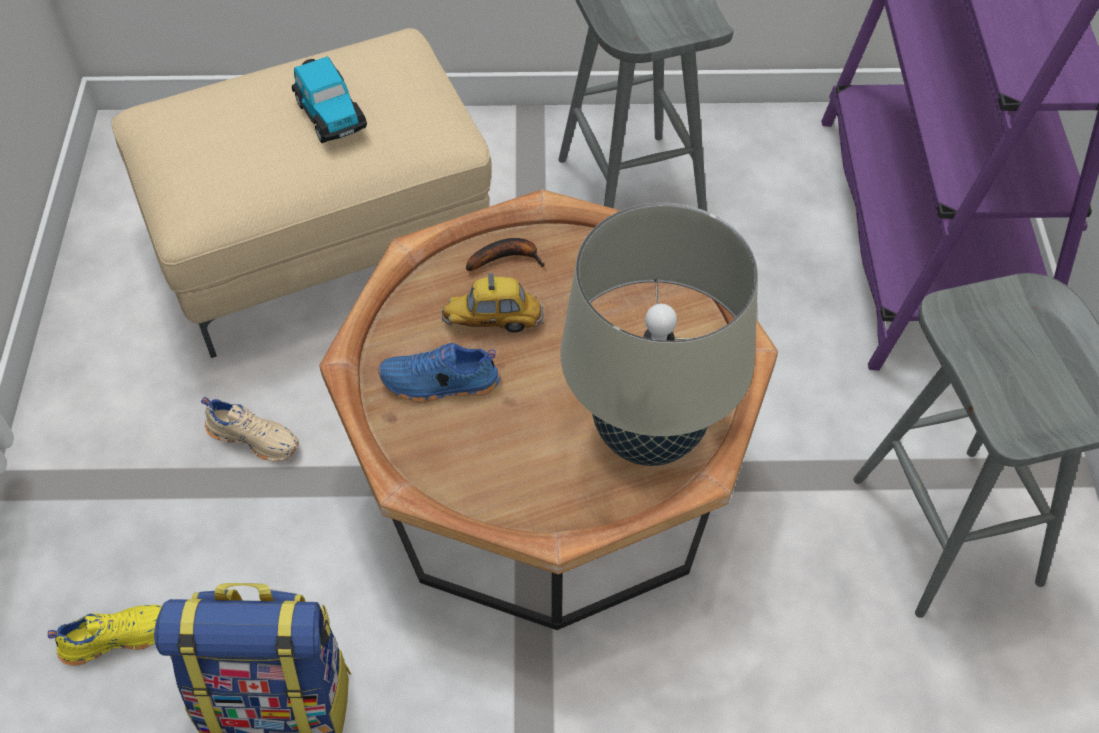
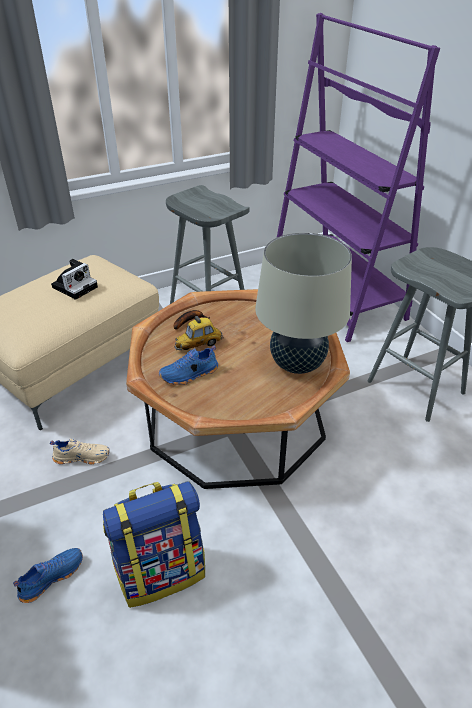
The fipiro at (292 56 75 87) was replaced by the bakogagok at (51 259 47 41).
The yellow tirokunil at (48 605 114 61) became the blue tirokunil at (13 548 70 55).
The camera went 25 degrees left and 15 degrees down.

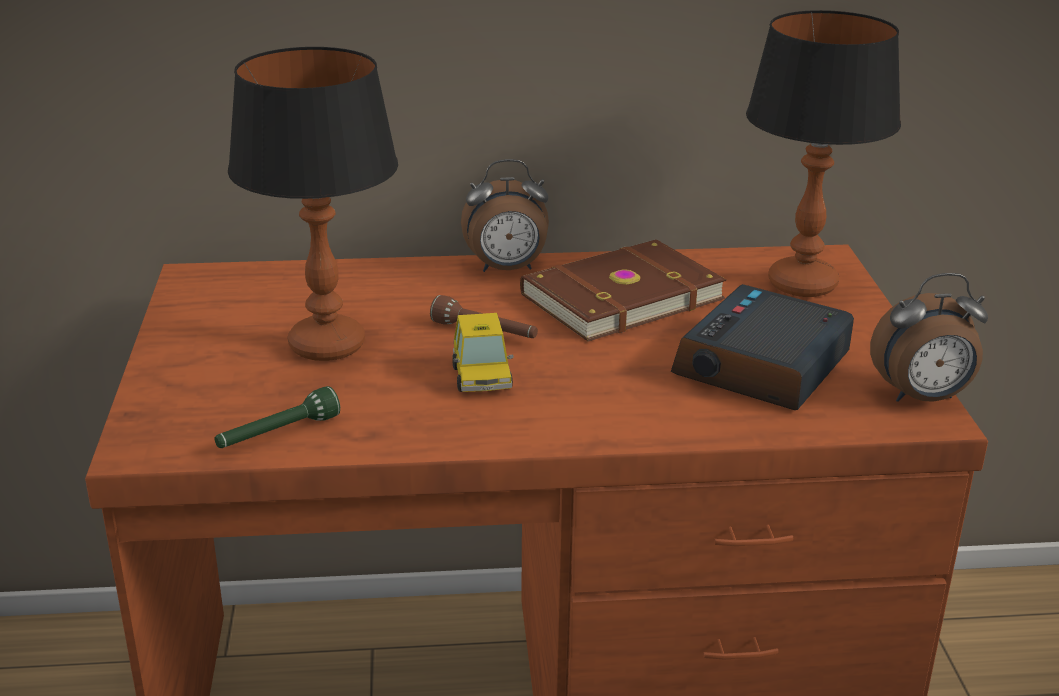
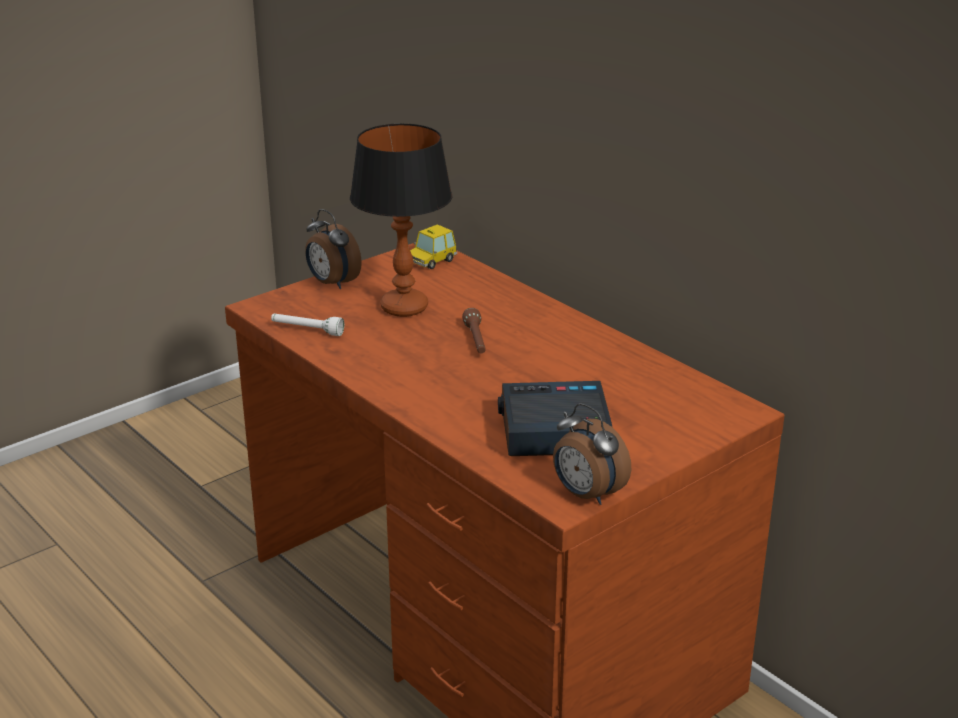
The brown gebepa at (520 239 207 102) disappeared.
The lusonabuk at (746 10 155 287) disappeared.
The fipiro moved from (452 313 62 79) to (410 224 47 45).
The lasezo moved from (461 159 88 113) to (305 209 57 80).
The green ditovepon at (215 386 125 62) became the white ditovepon at (271 313 73 23).
The camera went 55 degrees right and 0 degrees up.

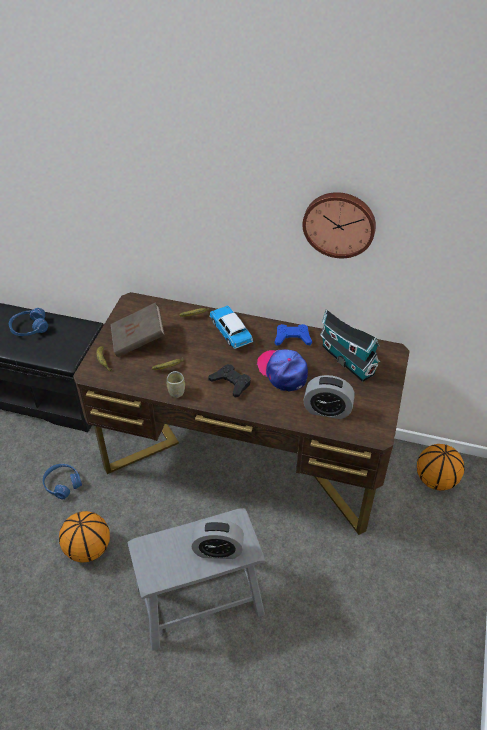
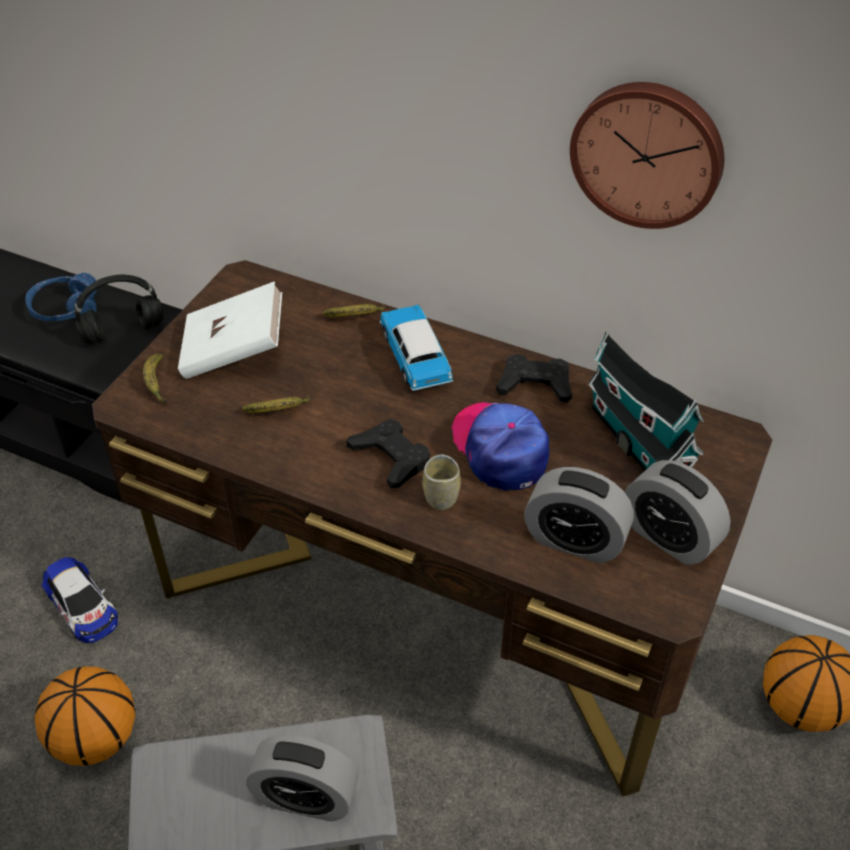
The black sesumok at (74 275 90 69) appeared.
The lasezo at (625 460 106 105) appeared.
The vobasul moved from (167 371 18 27) to (422 454 39 56).
The blue sesumok at (42 464 40 35) was replaced by the fipiro at (41 557 77 86).
The brown gebepa at (111 302 54 55) became the white gebepa at (178 281 104 98).
The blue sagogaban at (275 324 37 22) became the black sagogaban at (496 354 76 49).
The camera went 10 degrees right and 0 degrees up.

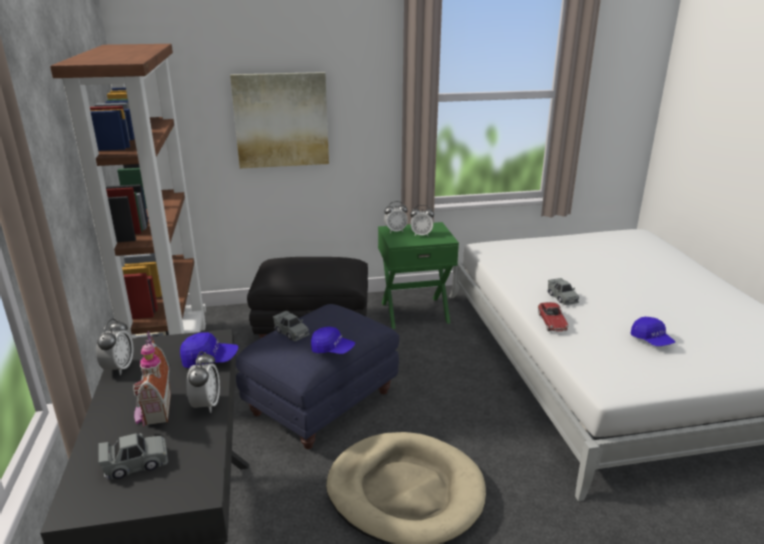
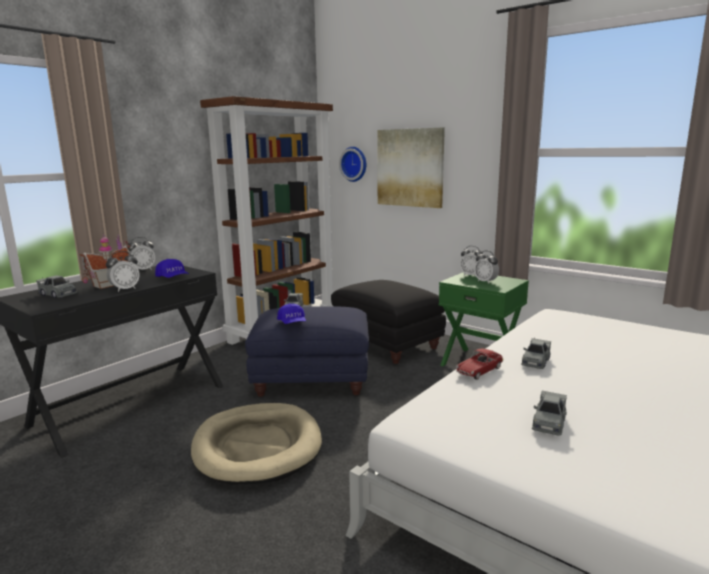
The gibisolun at (339 147 27 35) appeared.
The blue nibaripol at (631 317 44 29) was replaced by the grey fipiro at (532 391 35 45).
The camera went 50 degrees right and 10 degrees down.

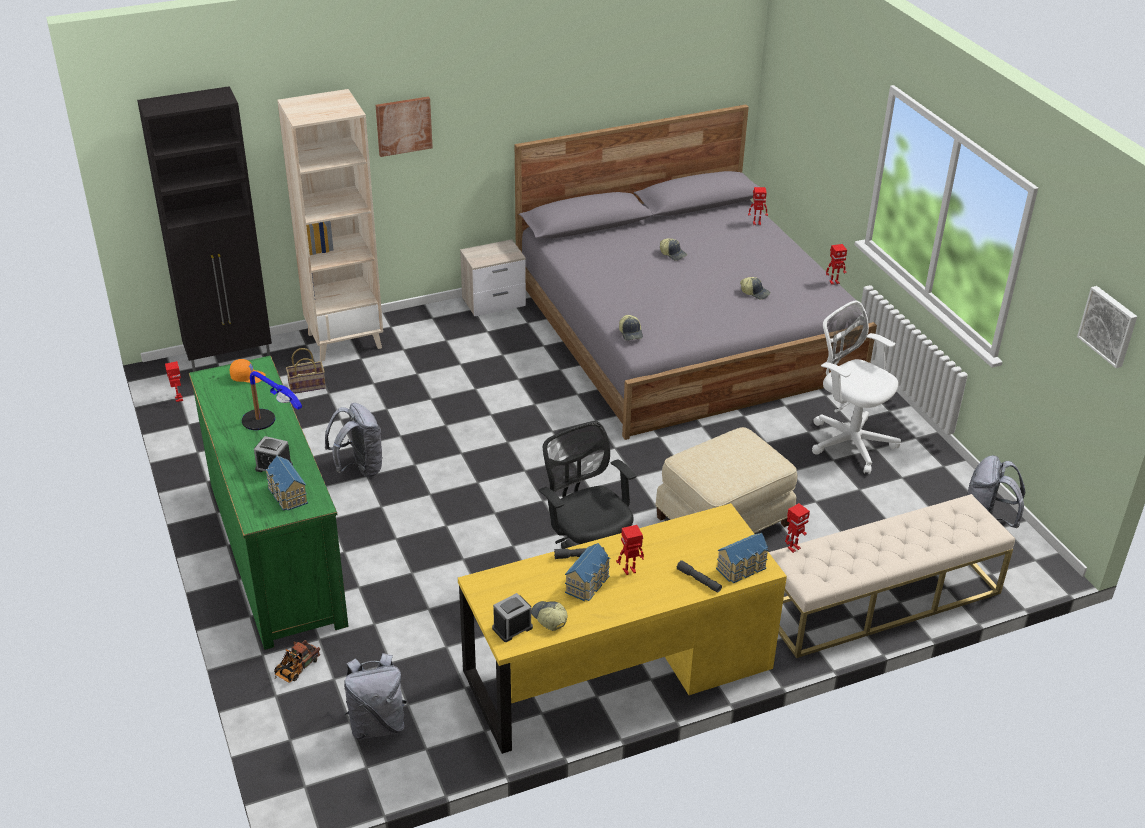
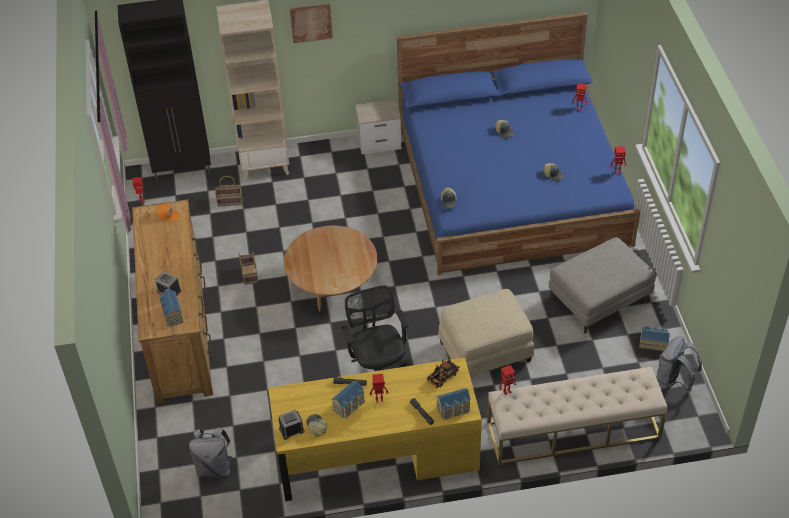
The lusonabuk at (242 371 60 59) disappeared.
The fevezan at (1077 286 60 82) disappeared.
The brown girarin at (284 225 93 87) appeared.
The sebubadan at (639 326 31 26) appeared.
The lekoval moved from (274 640 46 43) to (427 359 32 29).
The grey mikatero at (325 403 58 75) was replaced by the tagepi at (239 251 19 34).
The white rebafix at (812 300 89 174) was replaced by the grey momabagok at (549 237 107 96).
The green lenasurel at (189 356 160 294) became the brown lenasurel at (132 200 81 204).
The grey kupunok at (515 105 362 335) became the blue kupunok at (397 12 243 263).
The camera went 15 degrees right and 10 degrees up.

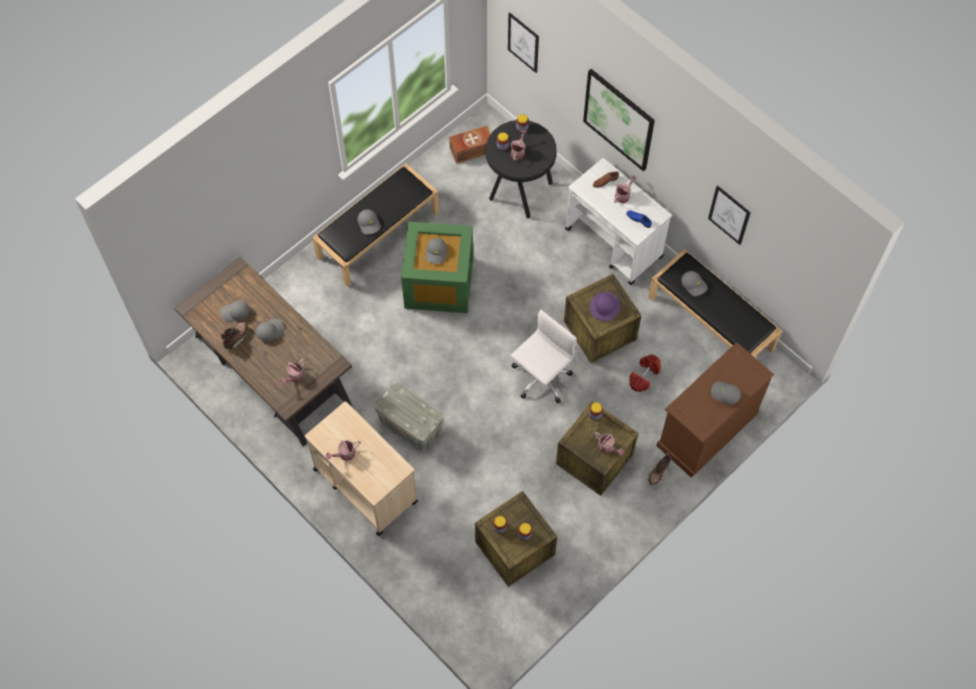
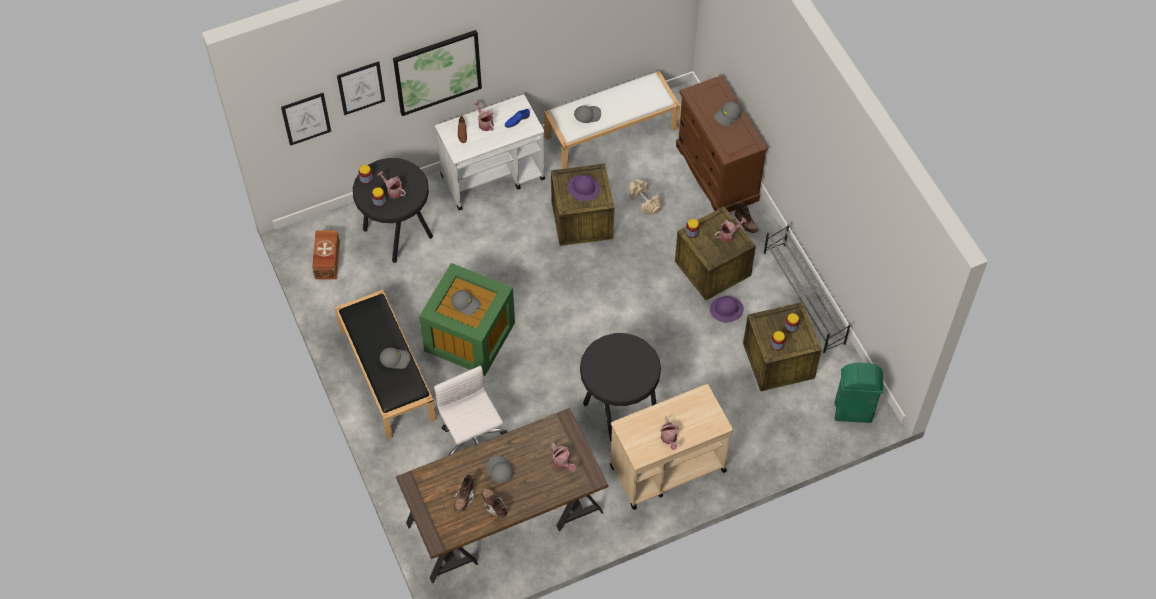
The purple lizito at (710 296 34 26) appeared.
The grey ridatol at (763 224 88 129) appeared.
The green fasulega at (835 362 49 61) appeared.
The white rebafix moved from (510 309 67 94) to (434 366 73 89).
The fevezan moved from (708 185 43 60) to (337 61 48 54).
The grey nibaripol at (220 301 29 22) was replaced by the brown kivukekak at (453 472 21 41).
The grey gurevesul at (374 383 70 68) was replaced by the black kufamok at (580 333 81 108).
The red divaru at (629 354 32 38) became the beige divaru at (628 180 33 35).
The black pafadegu at (648 249 134 108) became the white pafadegu at (544 71 136 98).
The camera went 70 degrees left and 5 degrees down.

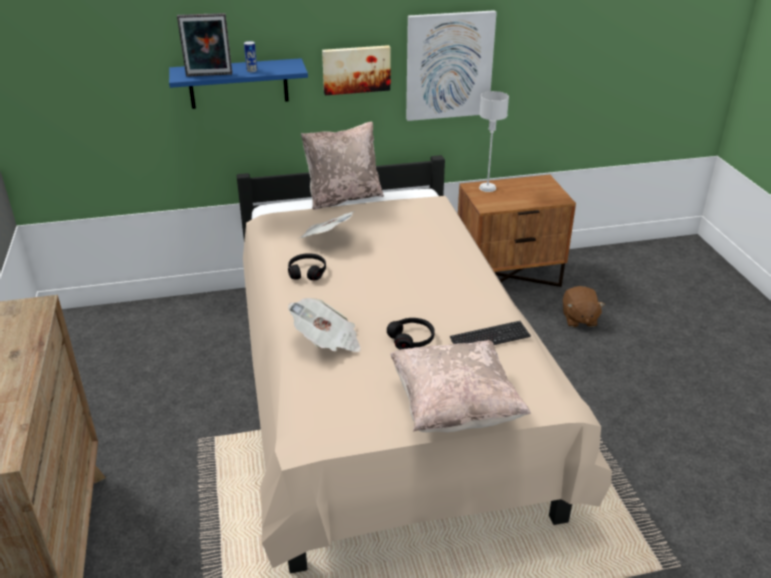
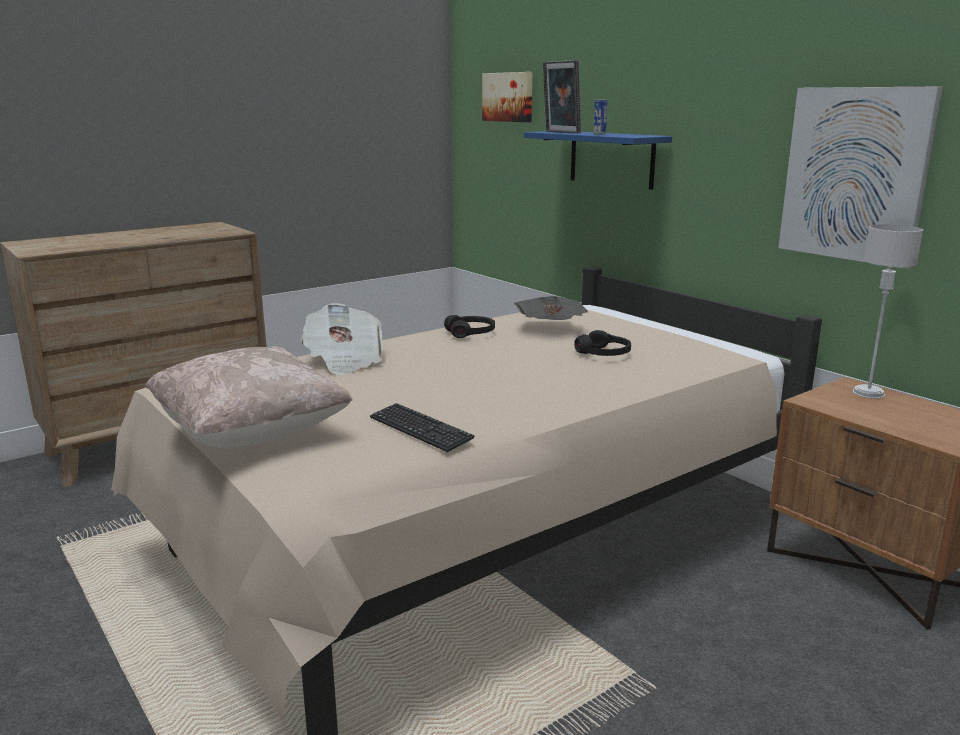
The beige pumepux at (301 122 83 87) disappeared.
The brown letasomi at (563 286 42 41) disappeared.
The fevezan moved from (322 45 69 50) to (482 72 50 50).
The black sesumok moved from (387 318 48 32) to (574 330 57 26).
The camera went 65 degrees right and 15 degrees down.

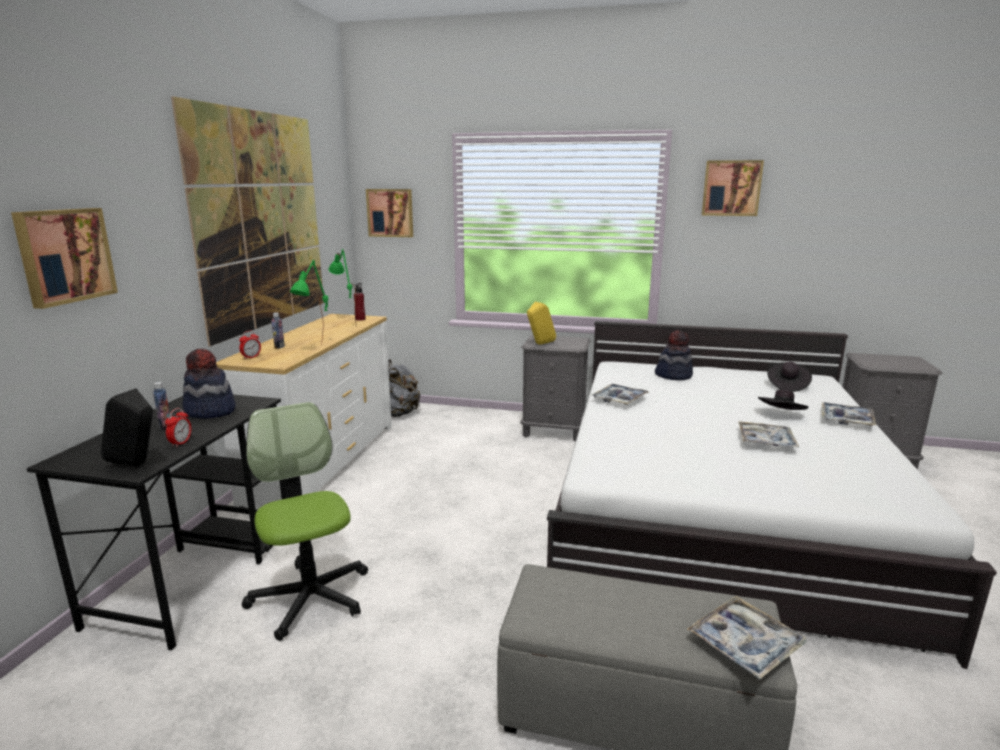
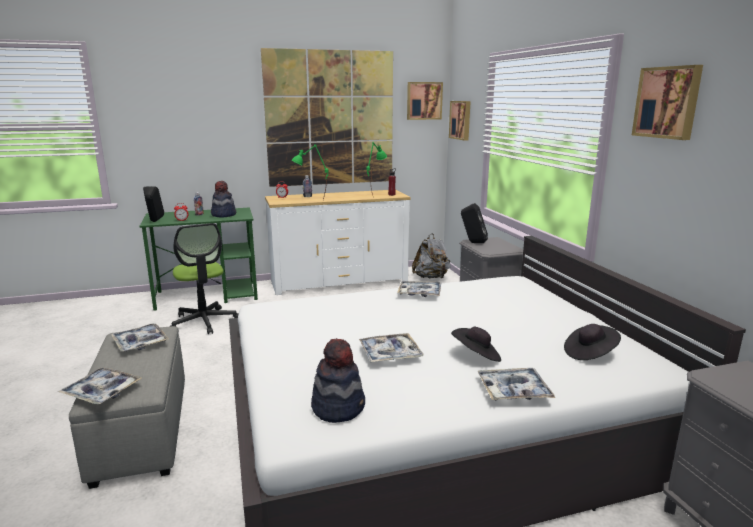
The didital at (111 323 58 29) appeared.
The fevezan moved from (11 208 107 101) to (407 82 36 38).
The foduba moved from (655 330 38 50) to (311 338 54 85).
The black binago at (27 395 260 255) became the green binago at (140 207 118 104).
The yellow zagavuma at (527 302 29 43) became the black zagavuma at (461 203 27 40).
The rebafix at (242 402 126 239) turned 120 degrees clockwise.
The camera went 60 degrees right and 0 degrees up.

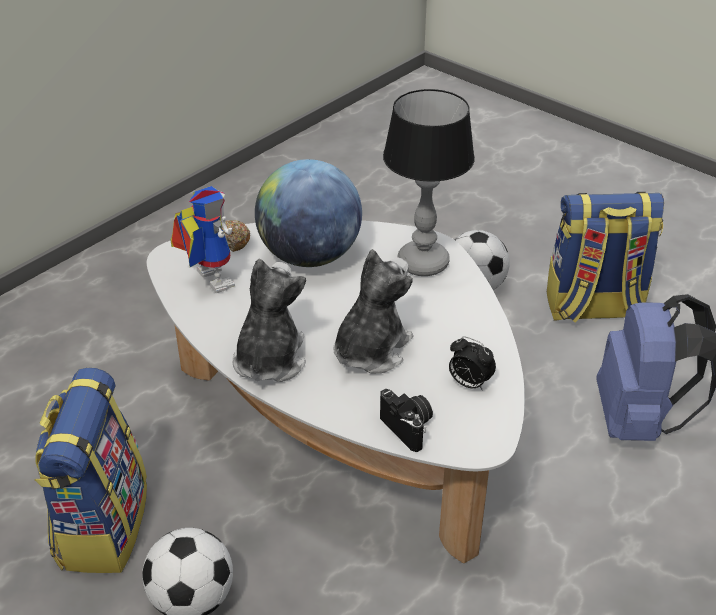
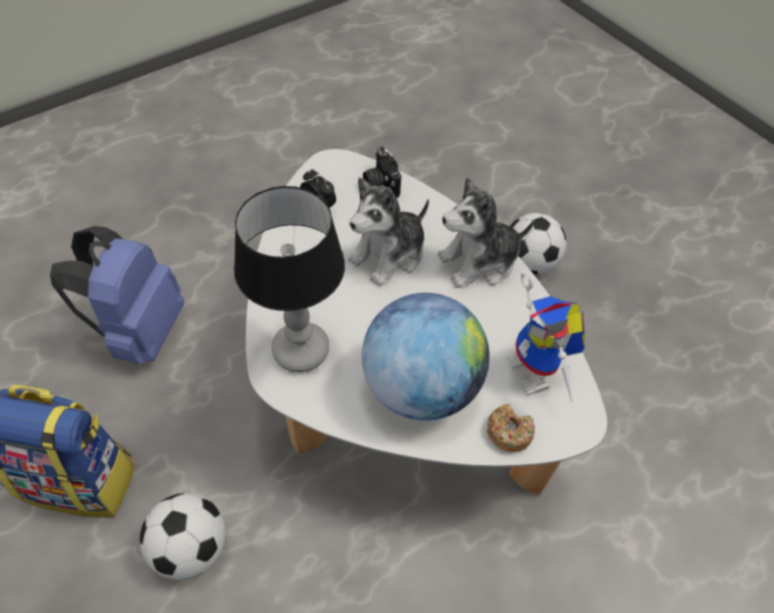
The mikatero at (34 368 113 205) disappeared.
The letasomi at (232 259 74 123) turned 45 degrees clockwise.
The camera went 170 degrees left and 15 degrees up.

